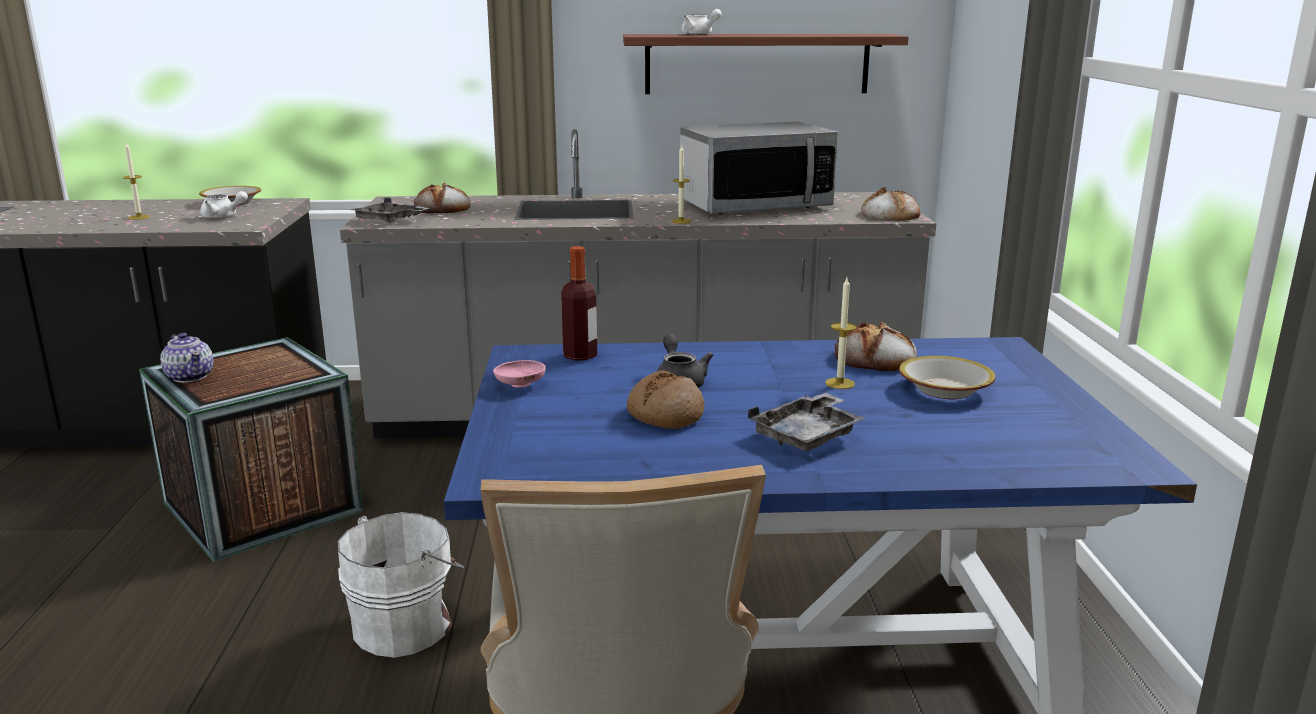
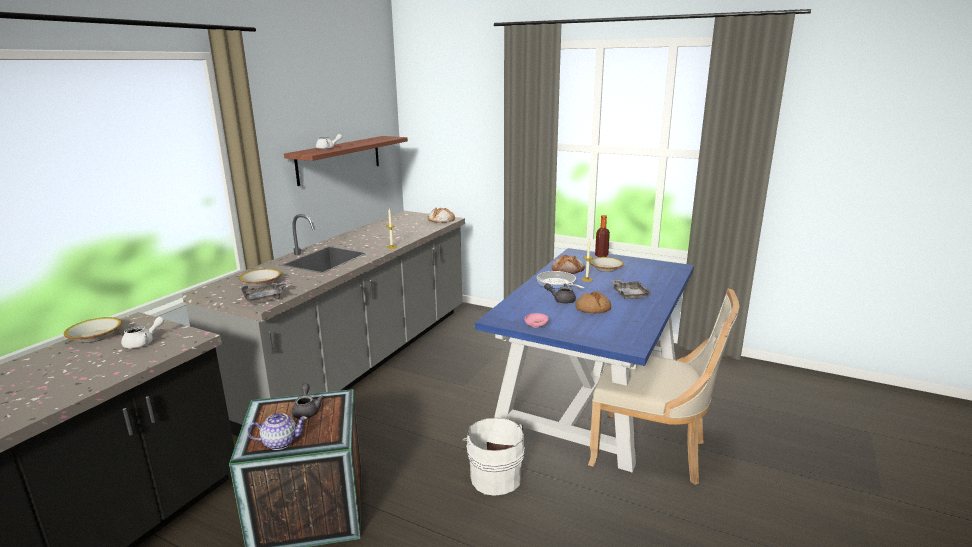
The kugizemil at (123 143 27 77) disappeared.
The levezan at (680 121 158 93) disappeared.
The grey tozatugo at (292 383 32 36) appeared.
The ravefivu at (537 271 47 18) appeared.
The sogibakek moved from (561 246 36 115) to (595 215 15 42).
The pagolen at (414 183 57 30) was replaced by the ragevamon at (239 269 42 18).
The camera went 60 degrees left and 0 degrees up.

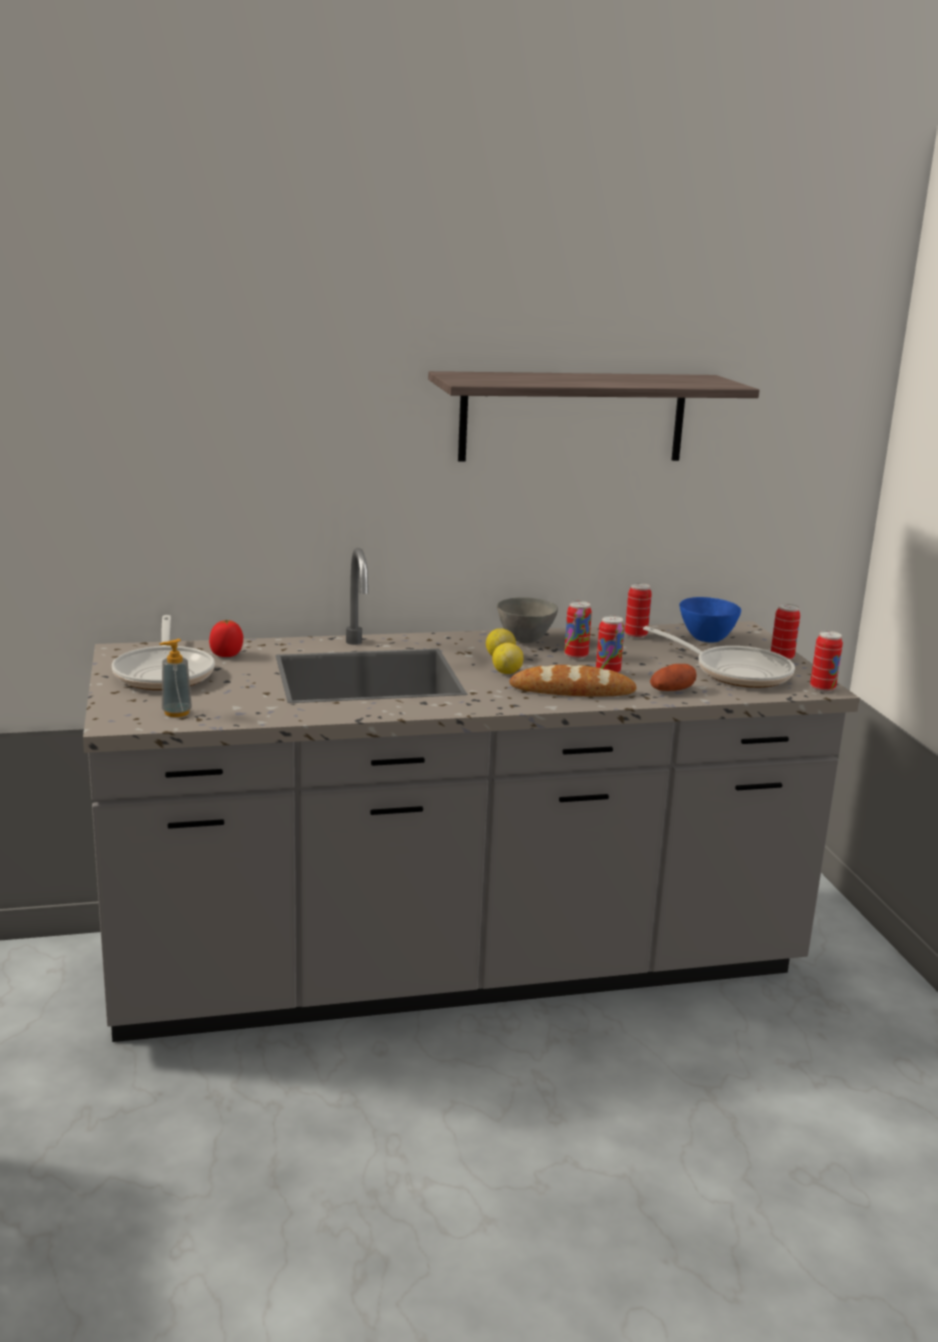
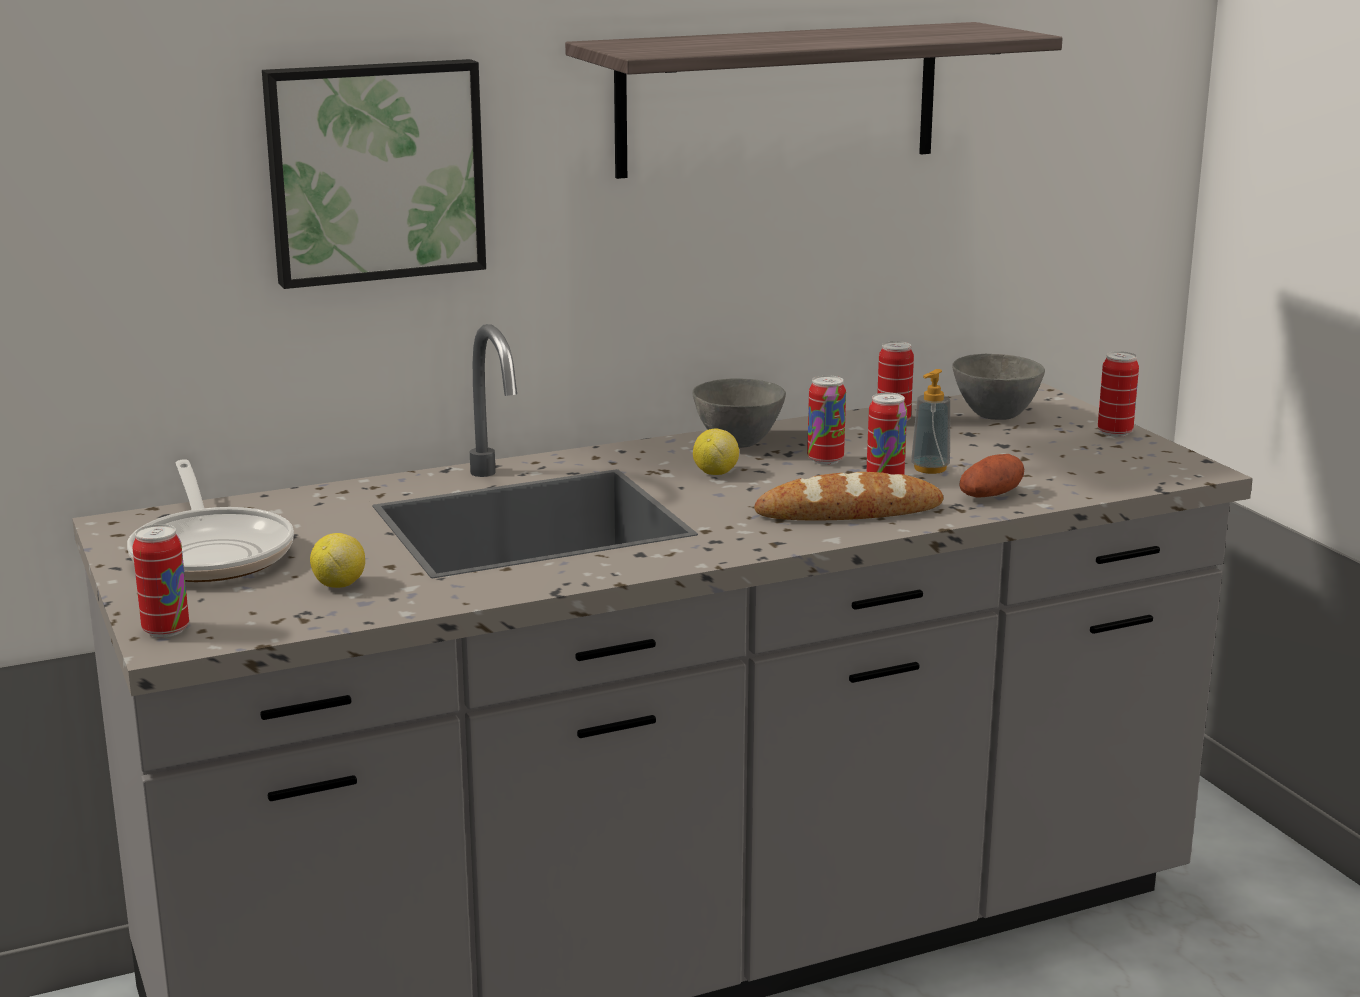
The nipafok at (209 620 34 37) disappeared.
The ravefivu at (643 626 152 62) disappeared.
The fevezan at (262 59 224 230) appeared.
The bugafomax moved from (160 639 32 78) to (911 369 39 105).
The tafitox moved from (492 643 31 31) to (310 533 55 55).
The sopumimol moved from (810 631 33 61) to (132 524 57 113).
The blue ragevamon at (679 597 62 46) became the grey ragevamon at (952 354 93 66).
The camera went 10 degrees left and 0 degrees up.

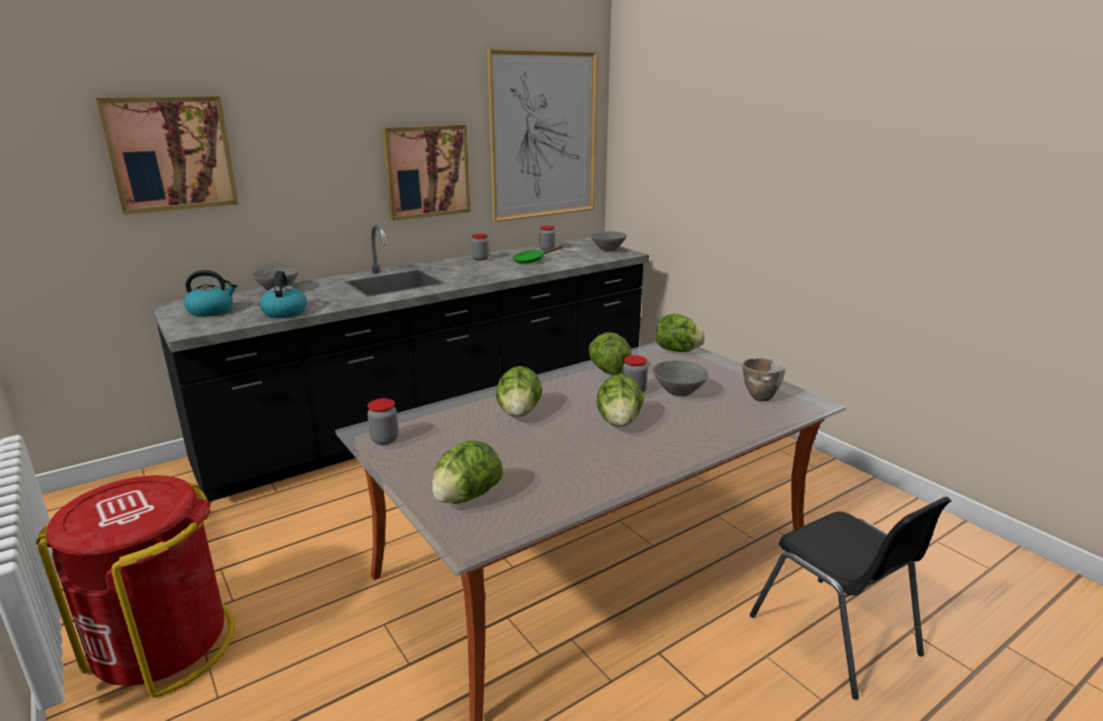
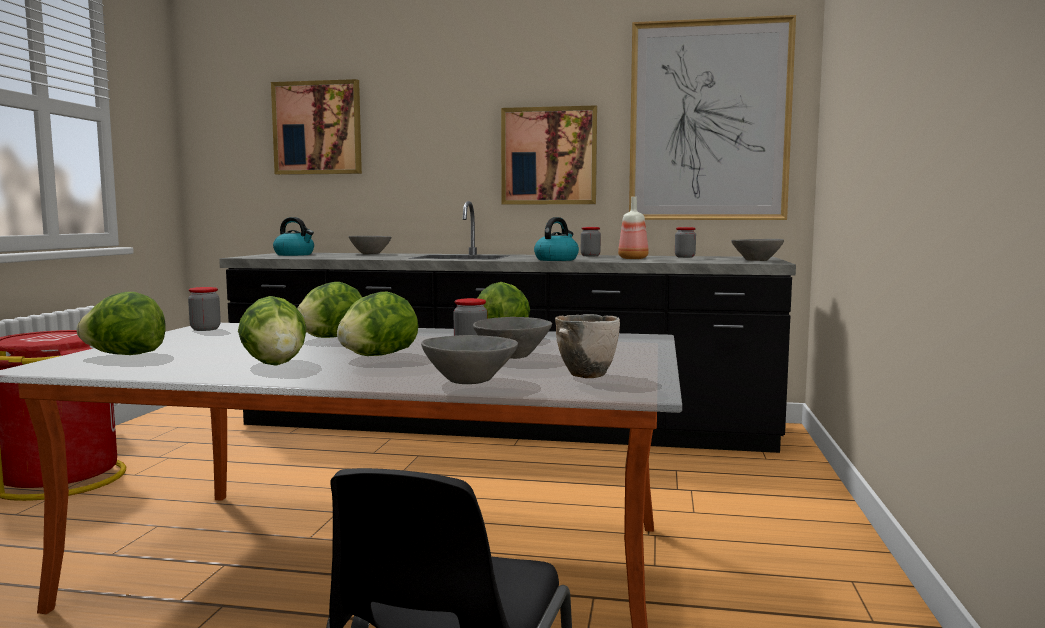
The grey ragevamon at (421 335 97 49) appeared.
The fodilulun moved from (260 271 47 47) to (534 217 45 44).
The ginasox moved from (656 314 49 38) to (238 296 69 70).
The green ravefivu at (513 246 50 18) was replaced by the sogibakek at (618 197 31 62).
The camera went 45 degrees right and 15 degrees down.

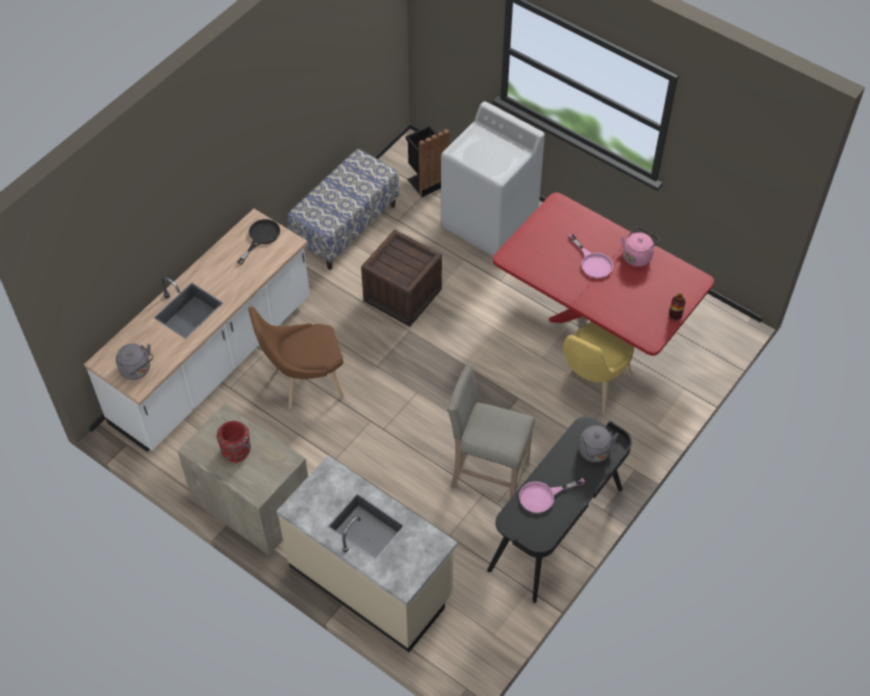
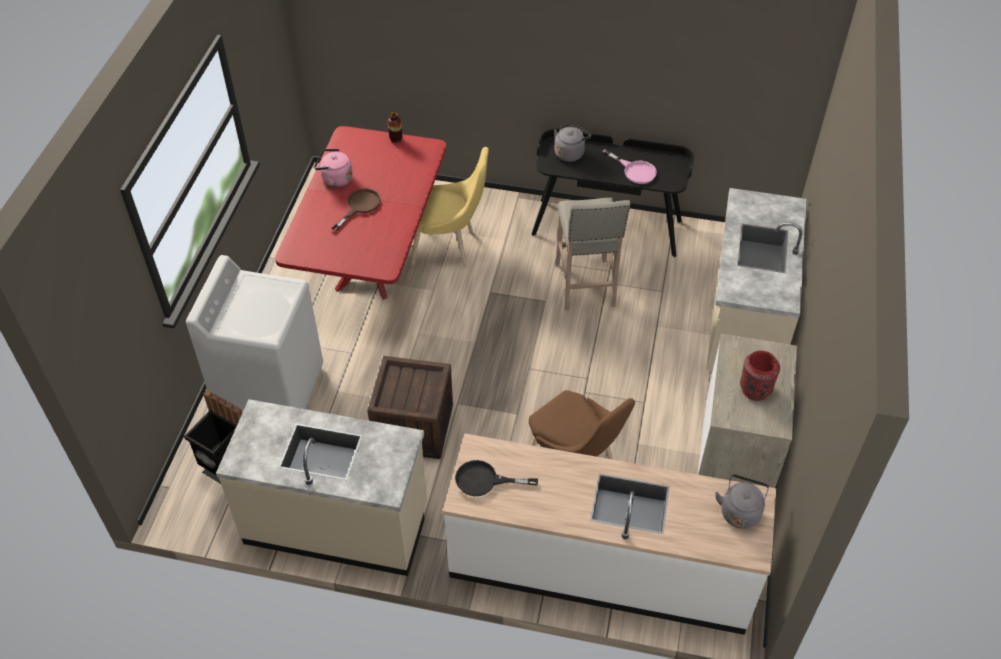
The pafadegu at (287 149 112 121) was replaced by the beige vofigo at (216 399 211 177).
The pink ravefivu at (568 234 45 44) became the brown ravefivu at (331 188 50 43).
The camera went 115 degrees left and 5 degrees down.

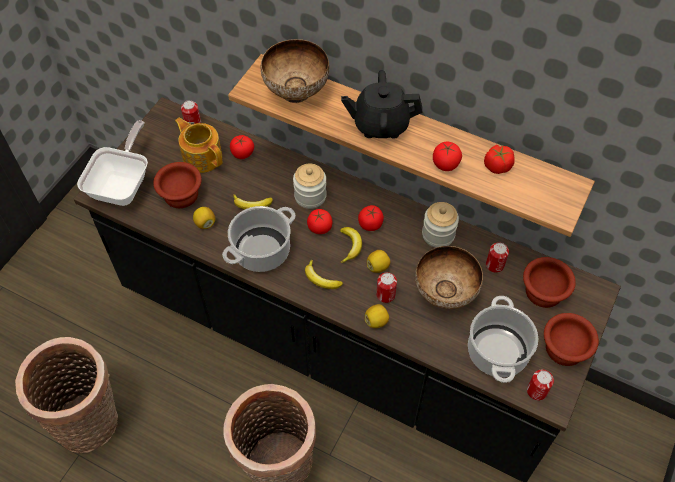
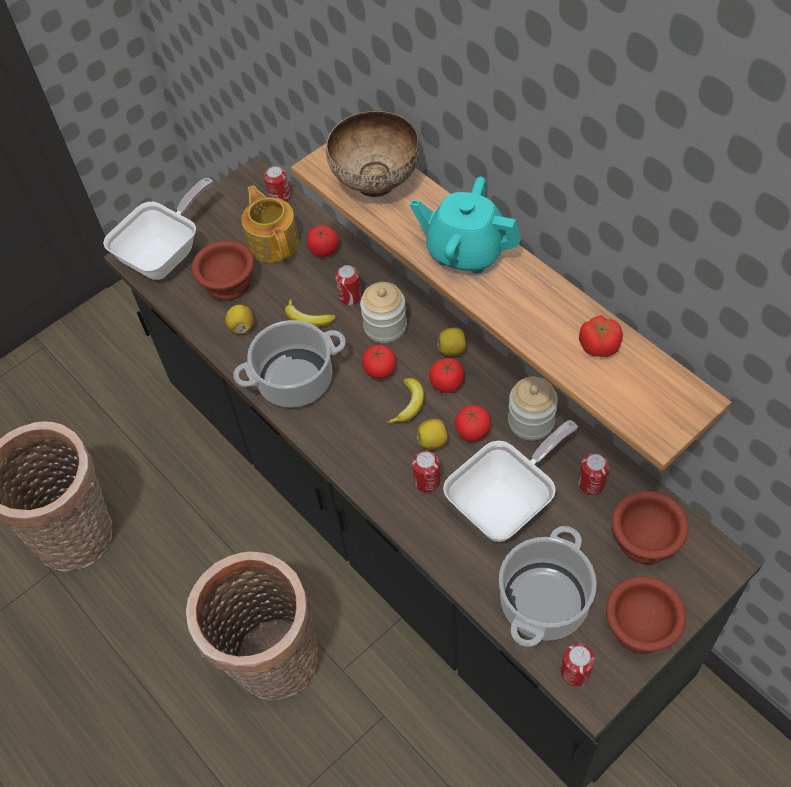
The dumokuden at (305 260 38 29) disappeared.
The sopumimol at (335 265 27 40) appeared.
The tafitox moved from (365 304 24 24) to (437 327 29 29).
The nipafok moved from (433 142 29 29) to (455 405 36 37).
The ragevamon at (415 246 68 63) was replaced by the ravefivu at (443 420 135 122).
The black tozatugo at (341 70 81 69) became the turquoise tozatugo at (410 177 111 97).
The camera went 25 degrees right and 0 degrees up.

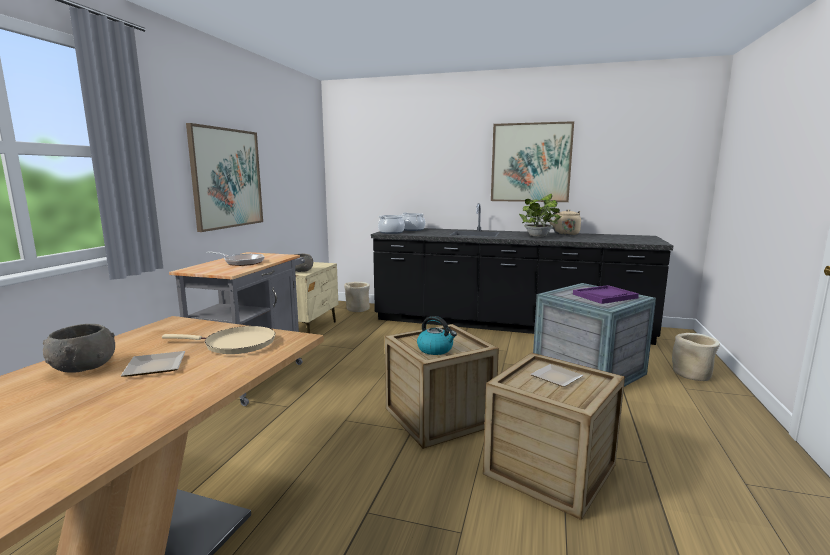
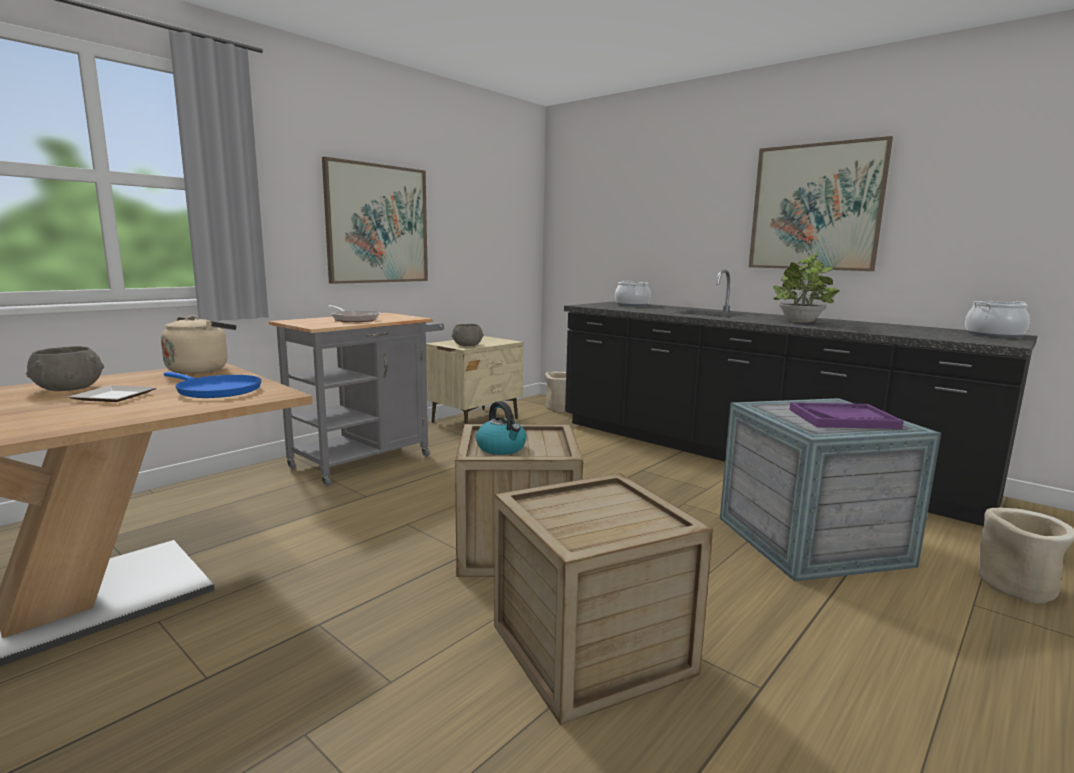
The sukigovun at (530 364 53 23) disappeared.
The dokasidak moved from (378 214 27 20) to (965 301 65 37).
The beige fodilulun moved from (549 209 32 26) to (161 315 75 59).
The beige ravefivu at (162 326 113 28) became the blue ravefivu at (164 372 98 26).
The camera went 25 degrees right and 0 degrees up.

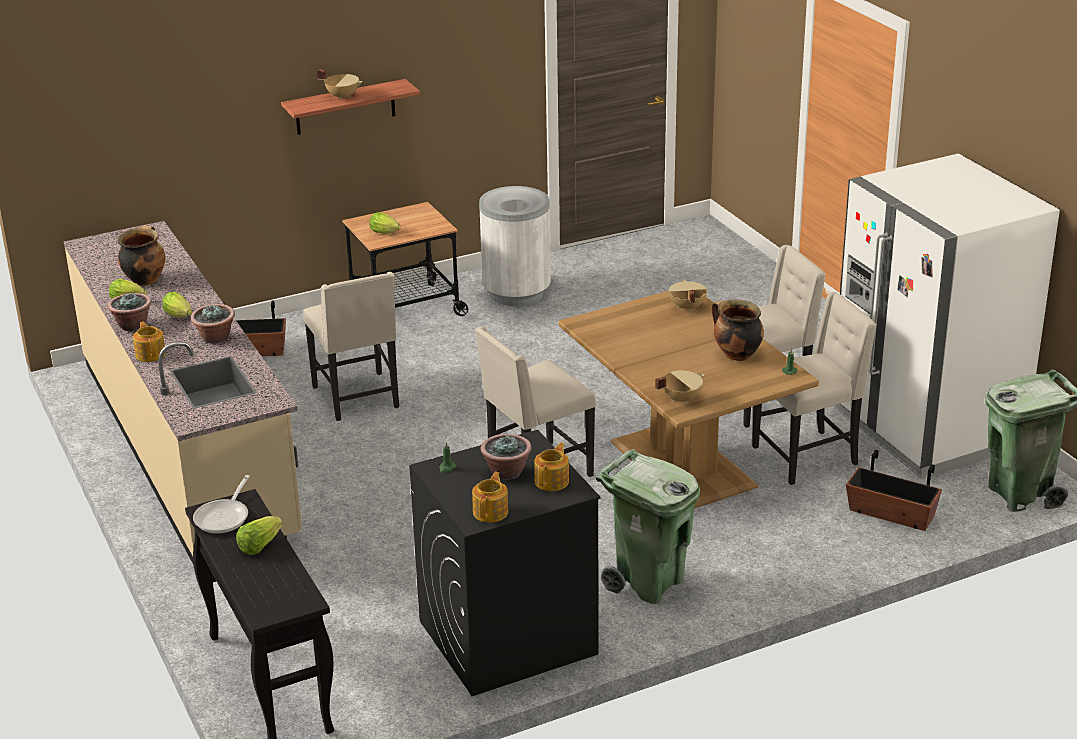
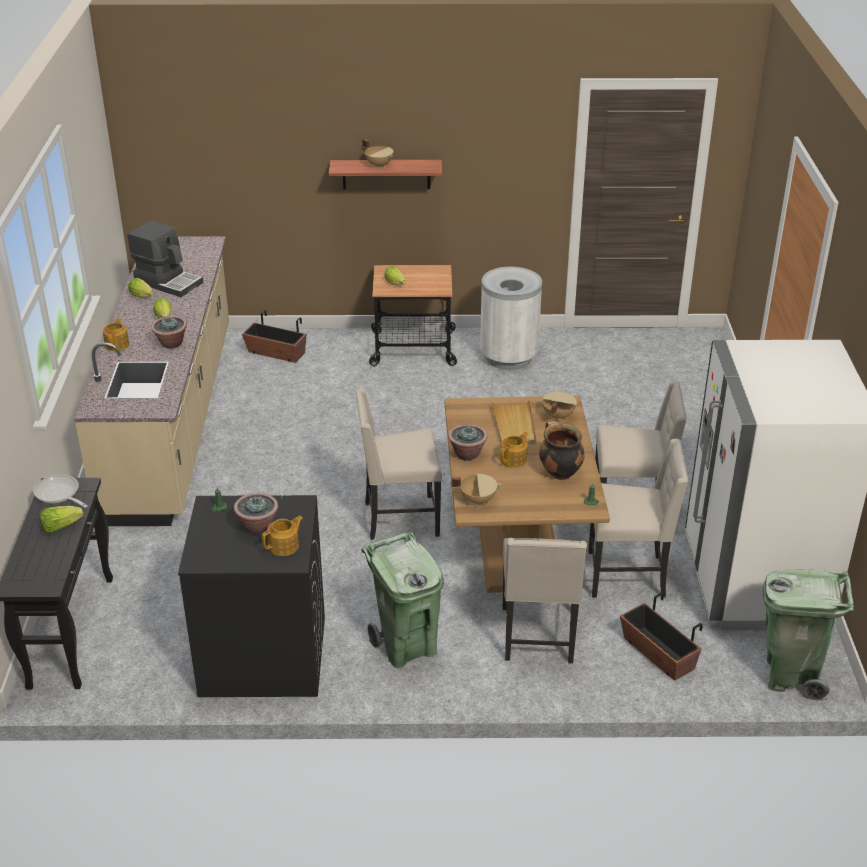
The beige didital at (491 400 45 44) appeared.
The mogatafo moved from (107 292 44 39) to (448 424 40 37).
The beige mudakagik moved from (303 272 96 149) to (503 538 84 126).
The tozatugo moved from (472 472 36 51) to (500 432 28 36).
The dokasidak at (118 225 47 61) was replaced by the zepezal at (127 221 77 76).
The ravefivu at (193 475 57 59) turned 90 degrees clockwise.
The camera went 25 degrees right and 5 degrees up.

